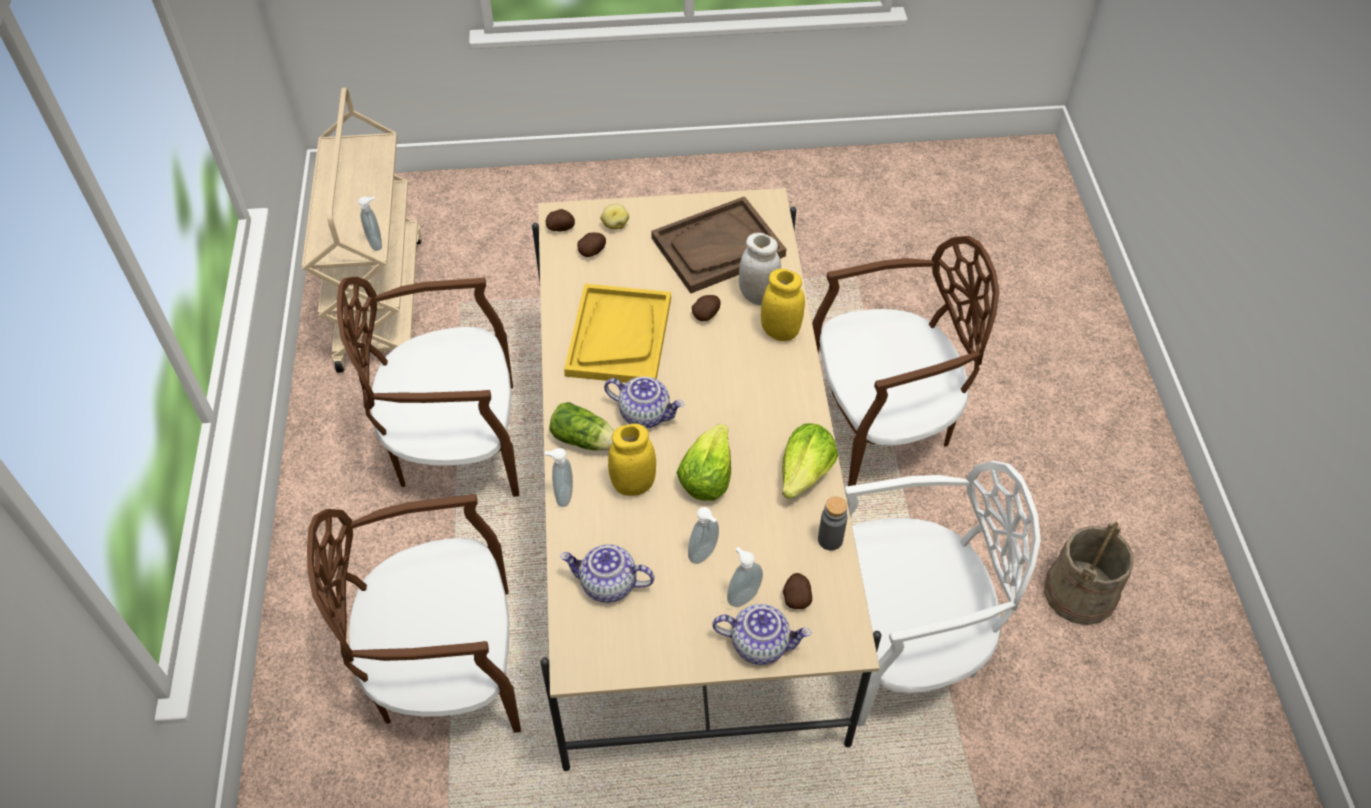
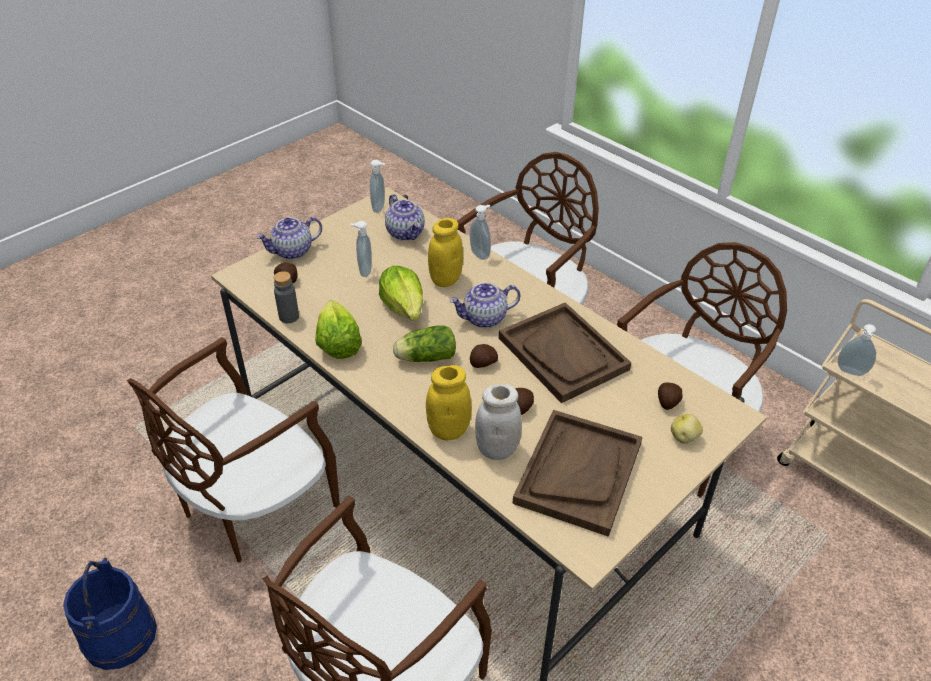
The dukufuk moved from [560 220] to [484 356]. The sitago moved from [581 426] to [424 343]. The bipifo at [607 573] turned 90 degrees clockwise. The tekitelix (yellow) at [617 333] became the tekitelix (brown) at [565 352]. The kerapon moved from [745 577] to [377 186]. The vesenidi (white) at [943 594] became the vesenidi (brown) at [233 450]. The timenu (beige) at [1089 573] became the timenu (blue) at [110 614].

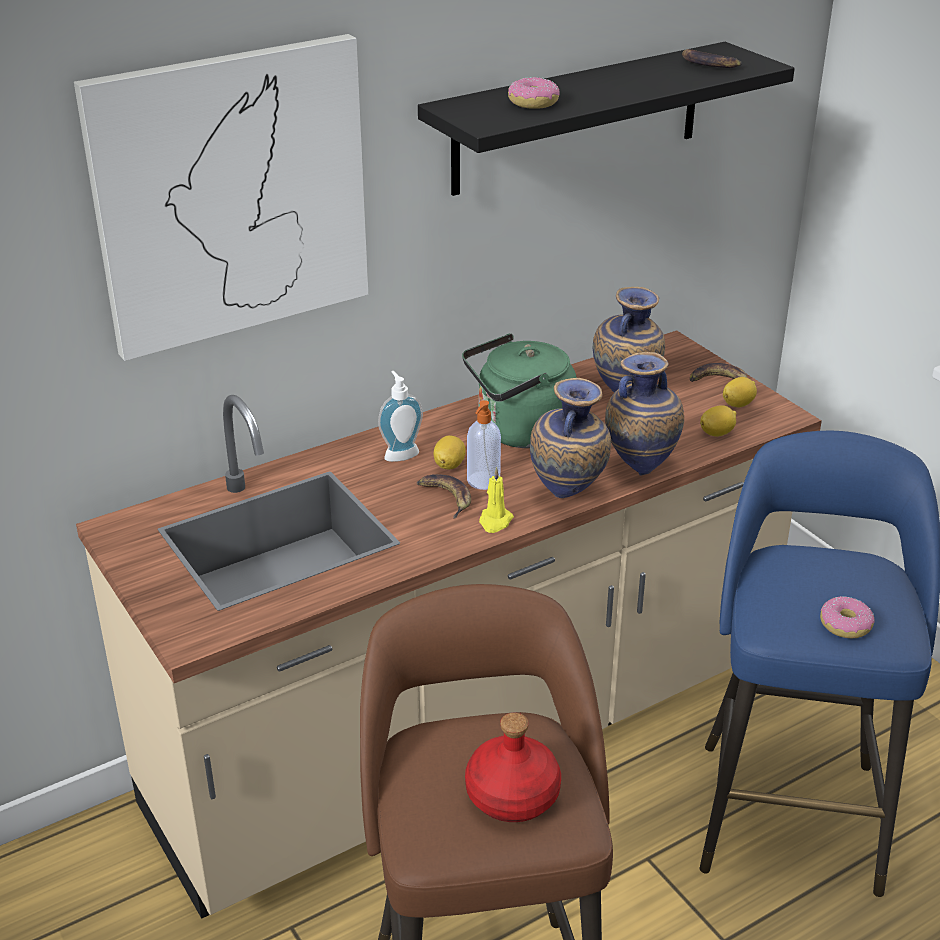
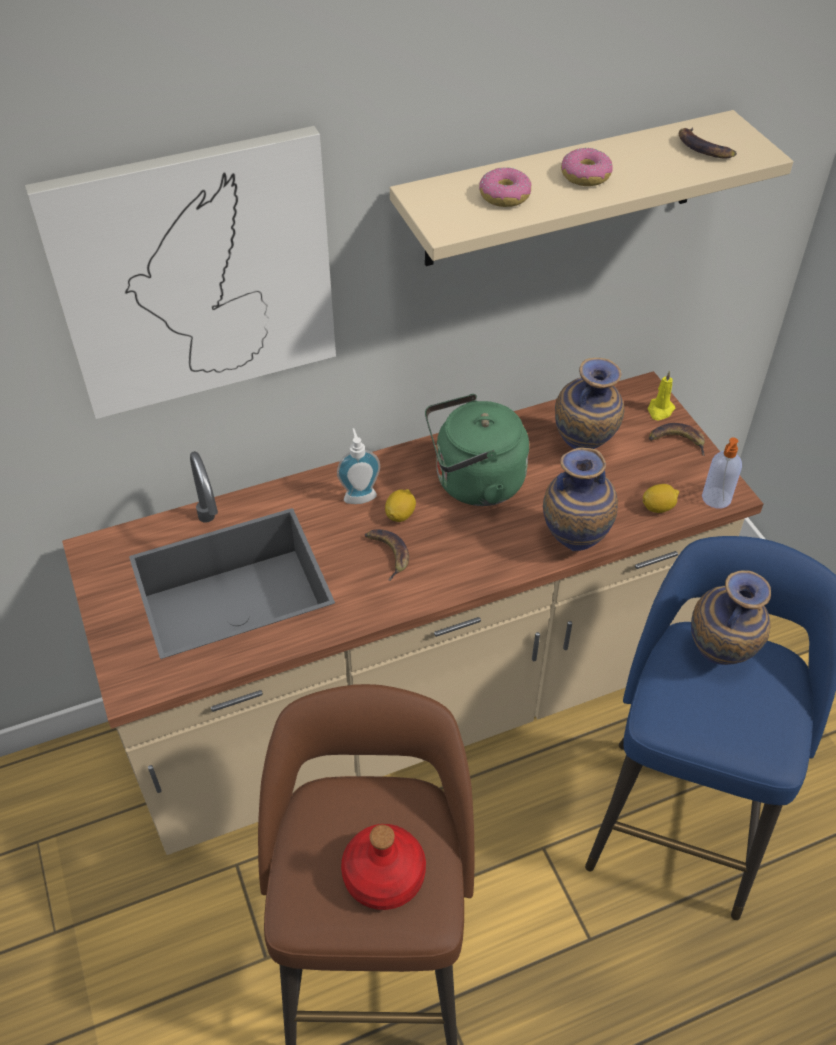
The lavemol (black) at [606 119] became the lavemol (beige) at [591 188]. The kerapon moved from [484 445] to [722 473]. The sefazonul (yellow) moved from [496 500] to [661 395]. The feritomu moved from [570 438] to [731 617]. The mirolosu at [740 392] disappeared. The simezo moved from [847 617] to [587 167].

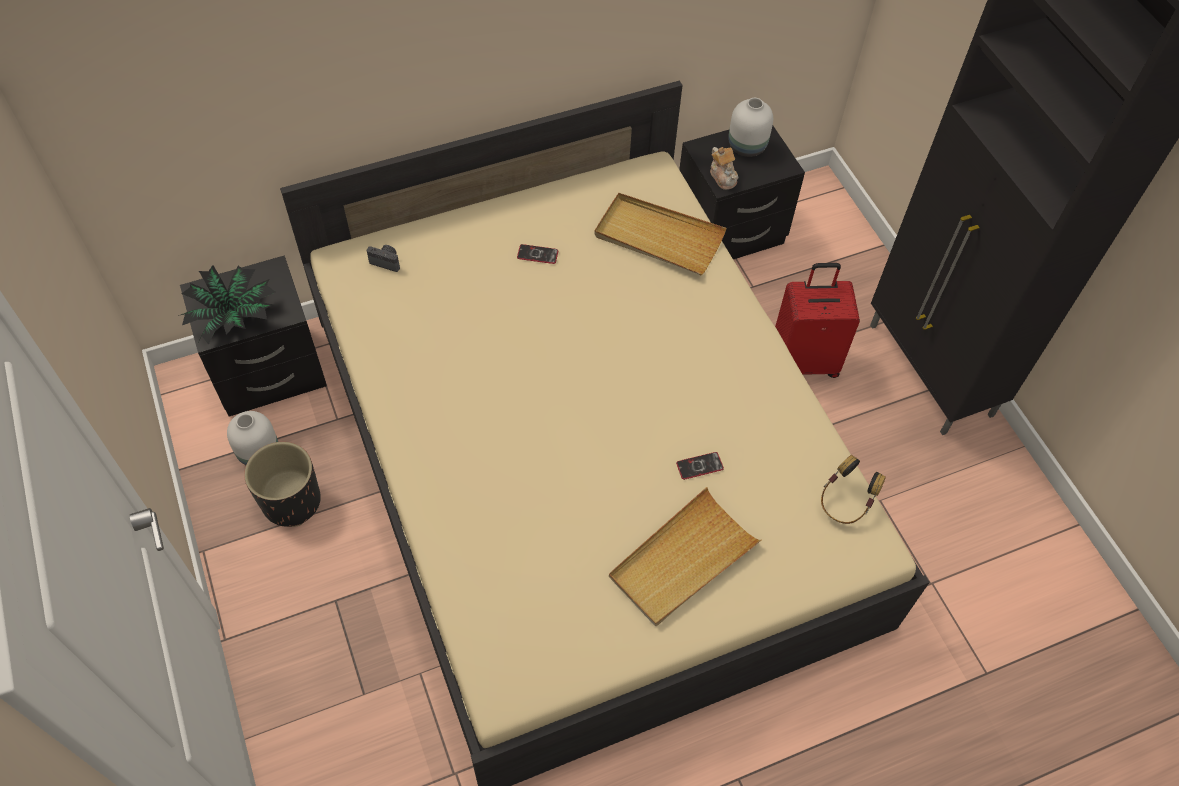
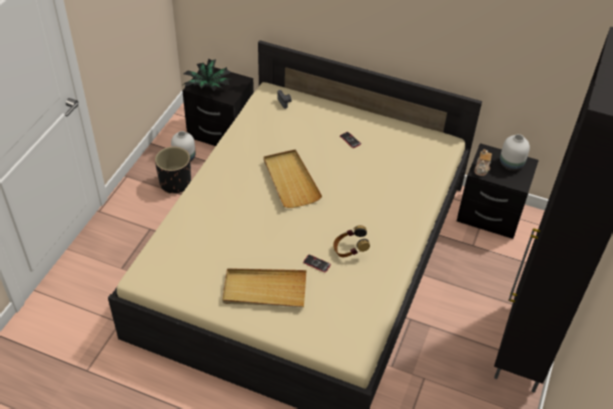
The tekitelix (beige) moved from [660 234] to [292 178]. The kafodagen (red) at [817 320] disappeared. The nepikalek moved from [853 489] to [351 241].

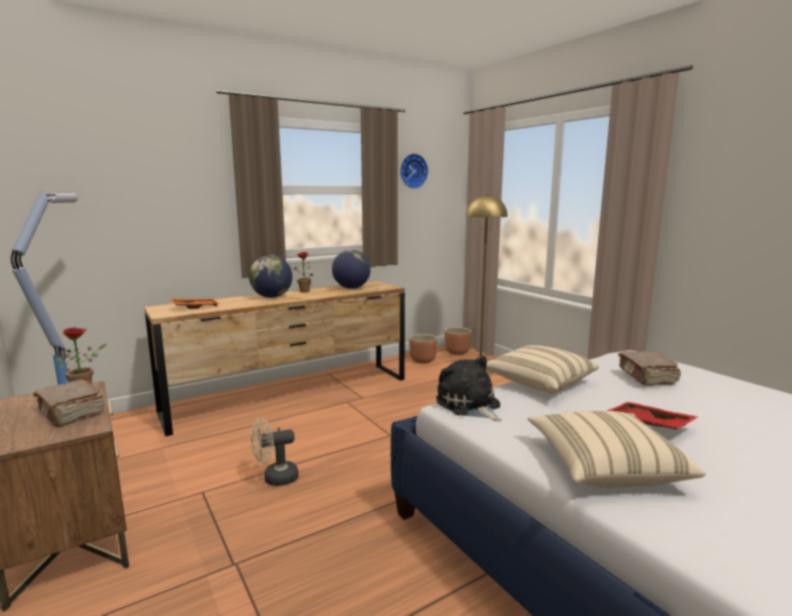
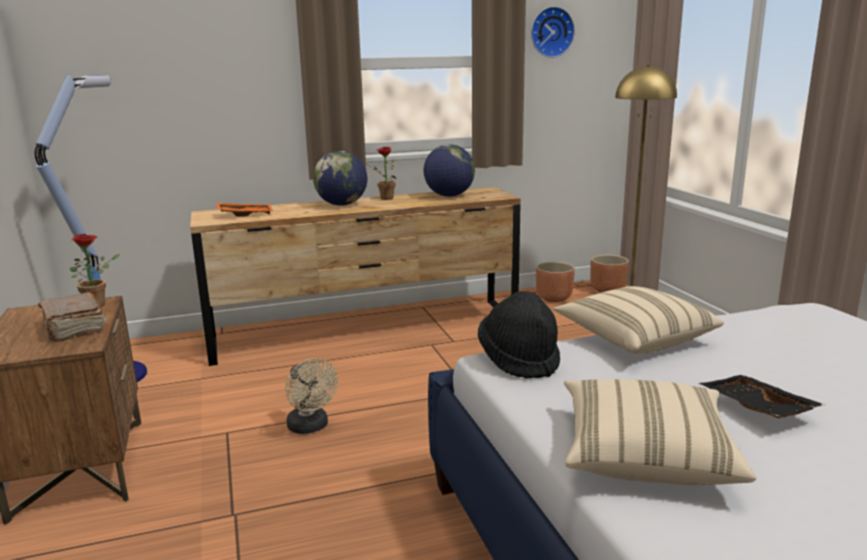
The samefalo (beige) at [275 452] turned 120 degrees counterclockwise. The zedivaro at [468 388] was replaced by the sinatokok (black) at [519 335]. The tekitelix (red) at [652 415] became the tekitelix (black) at [762 396]. The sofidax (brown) at [649 368] disappeared.

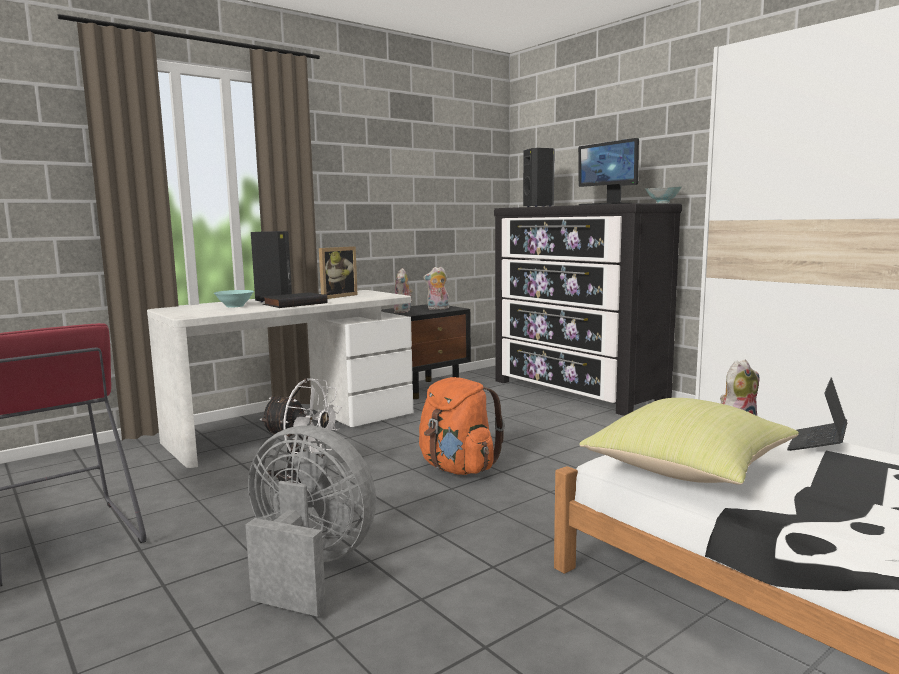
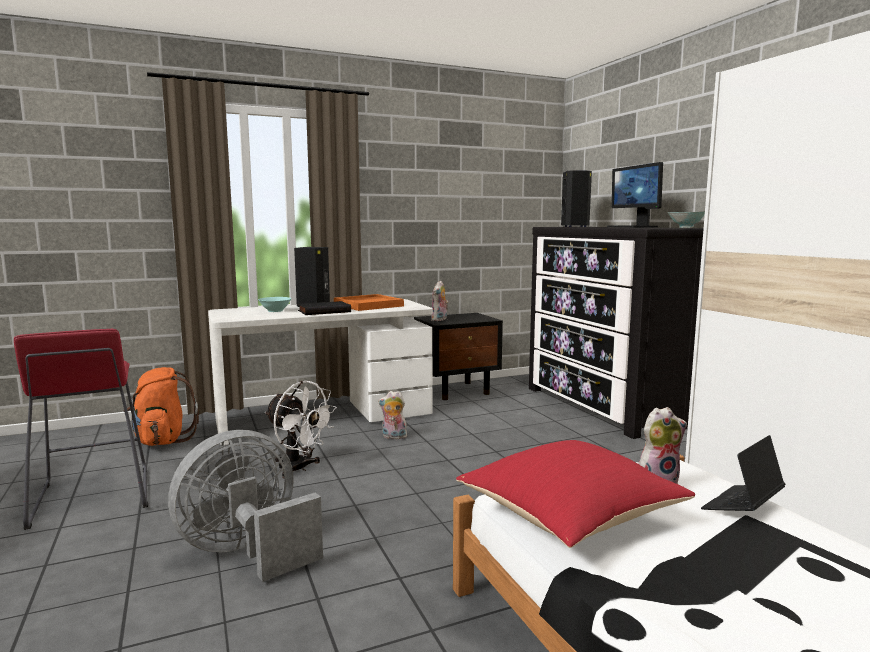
The samefalo (grey) at [310 521] turned 75 degrees counterclockwise. The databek at [338 272] was replaced by the tekitelix (orange) at [369 302]. The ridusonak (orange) moved from [462 426] to [161 406]. The zedivaro moved from [436 288] to [392 415]. The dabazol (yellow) at [689 441] became the dabazol (red) at [575 494].

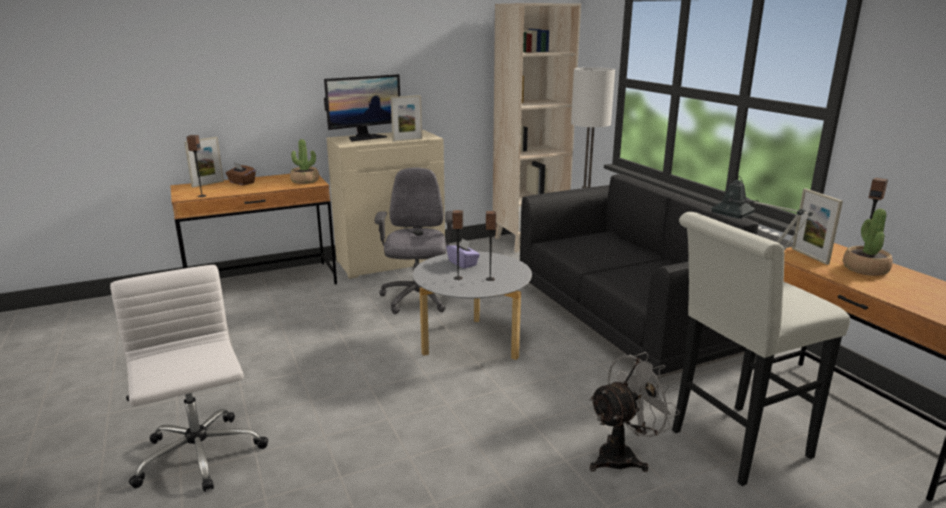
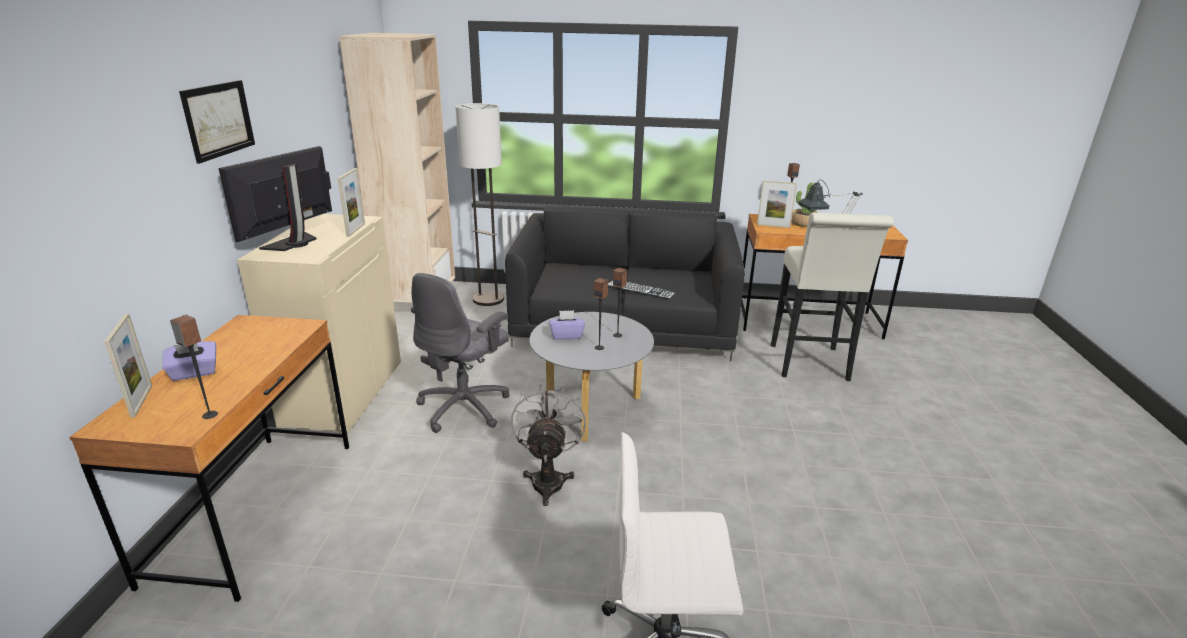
The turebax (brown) at [241 174] became the turebax (purple) at [189 361]. The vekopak at [304 161] disappeared. The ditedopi at [362 108] turned 150 degrees counterclockwise. The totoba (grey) at [414 241] turned 90 degrees counterclockwise. The samefalo (grey) moved from [634 412] to [548 445]. The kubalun at [217 122] appeared. The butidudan at [642 289] appeared.

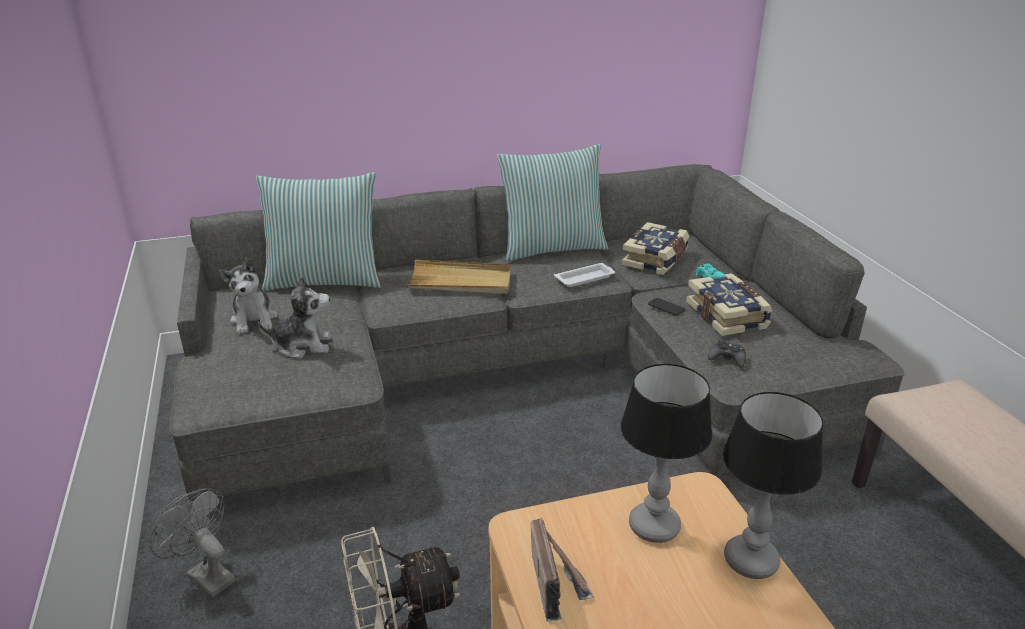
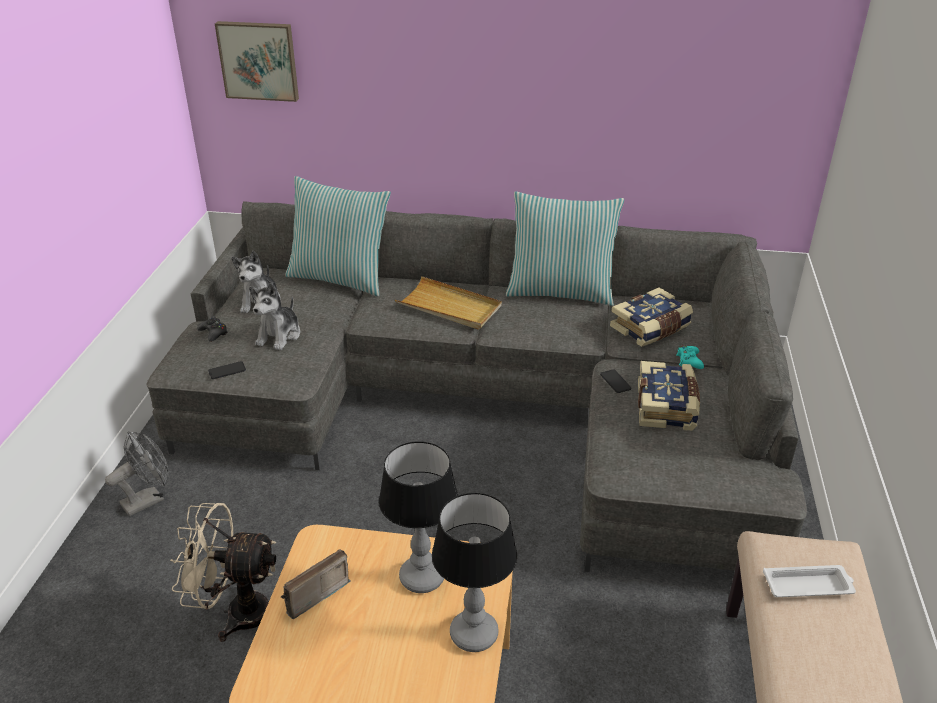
The samefalo (grey) at [192 542] turned 75 degrees clockwise. The zedivaro at [294 317] turned 90 degrees clockwise. The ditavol at [562 570] turned 150 degrees counterclockwise. The tekitelix (white) moved from [584 275] to [809 581]. The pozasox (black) moved from [727 353] to [212 329]. The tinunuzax at [227 370] appeared. The kubalun at [257 61] appeared.

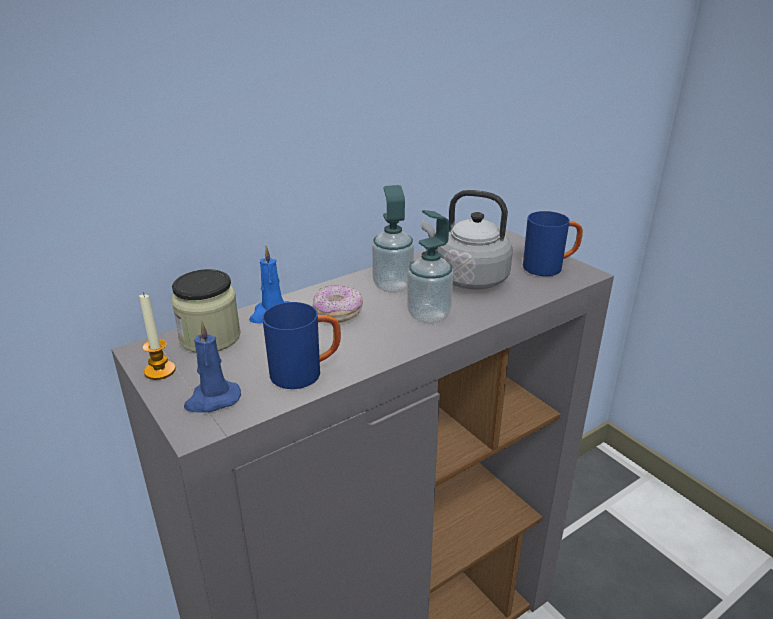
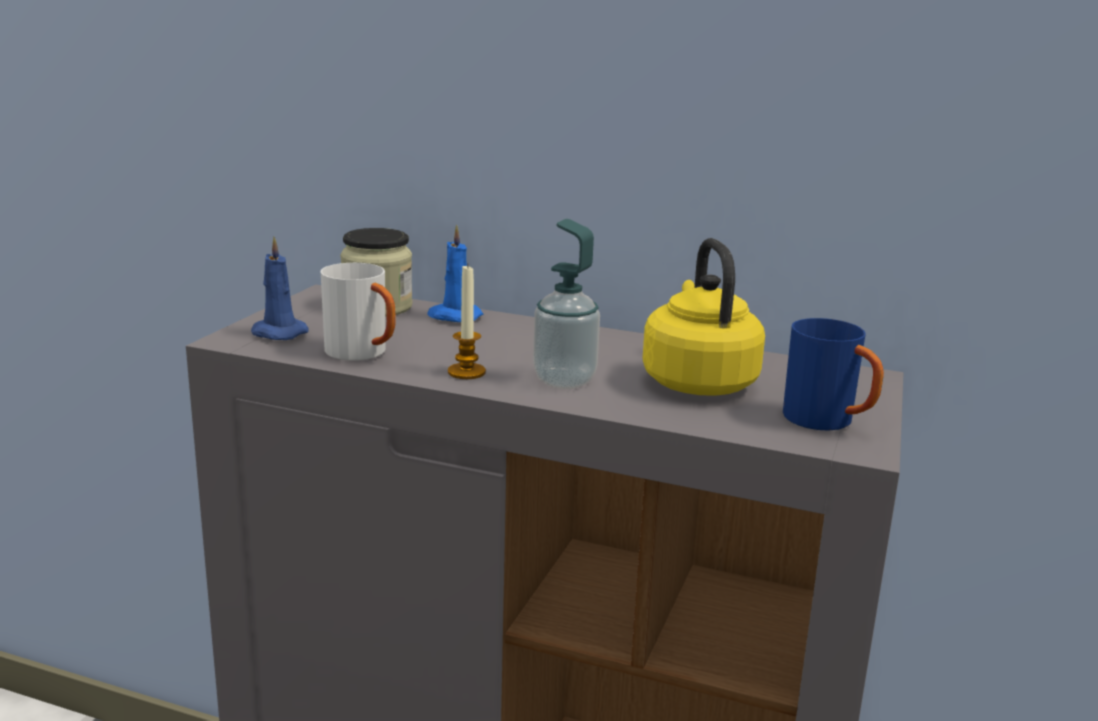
The sefazonul moved from [157 336] to [467 321]. The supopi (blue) at [301 345] became the supopi (white) at [358 312]. The simezo at [337 304] disappeared. The kerapon at [393 239] disappeared. The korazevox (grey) at [467 240] became the korazevox (yellow) at [703 317].

